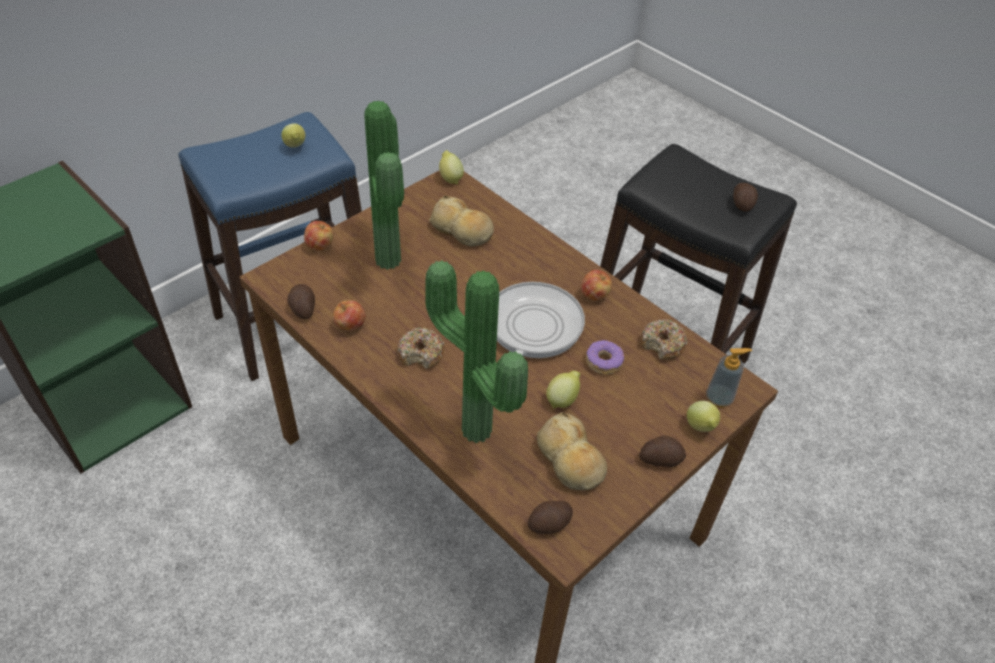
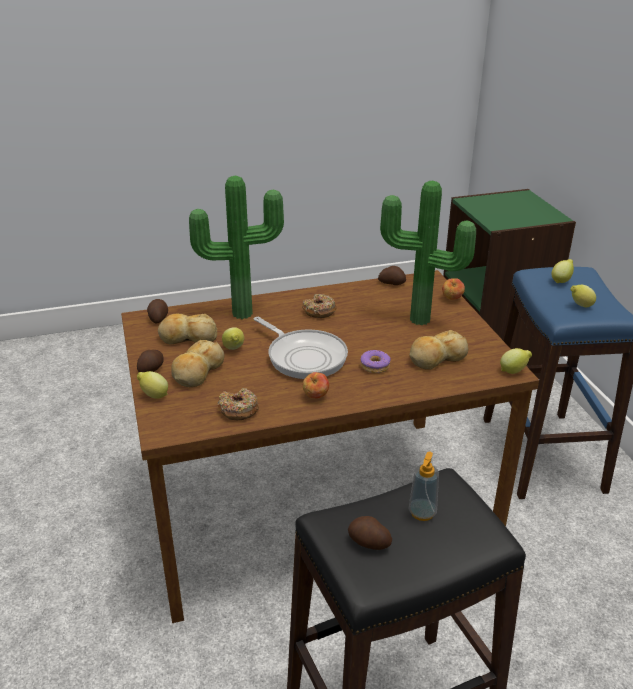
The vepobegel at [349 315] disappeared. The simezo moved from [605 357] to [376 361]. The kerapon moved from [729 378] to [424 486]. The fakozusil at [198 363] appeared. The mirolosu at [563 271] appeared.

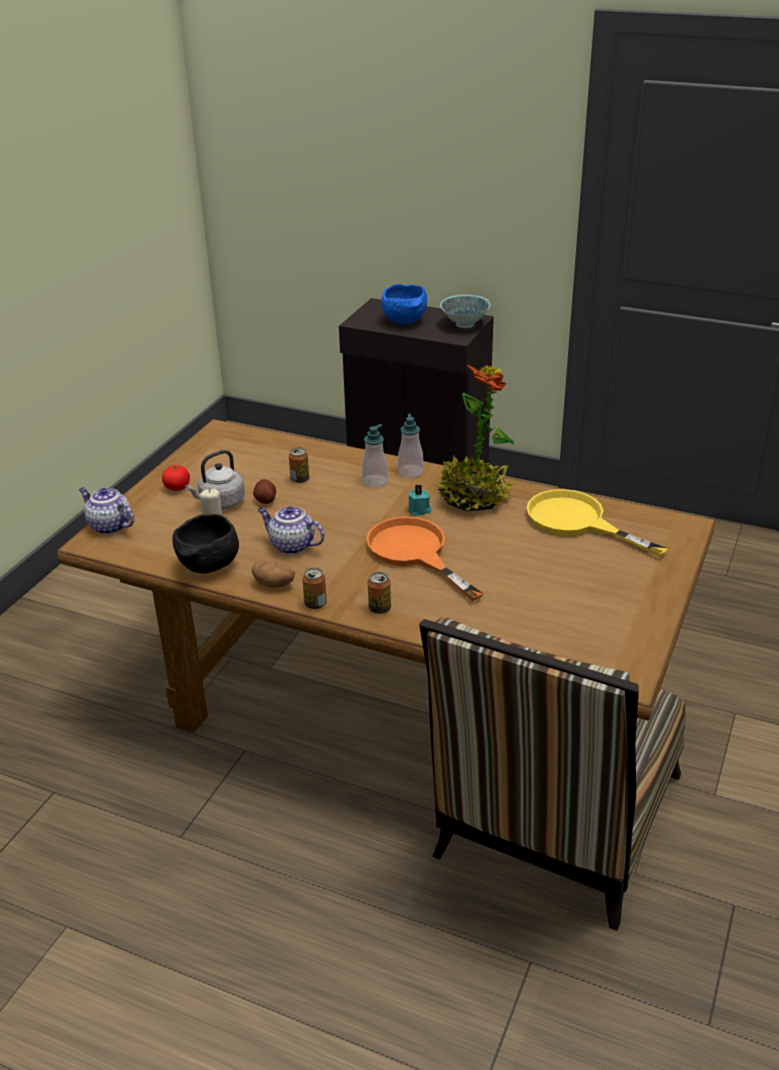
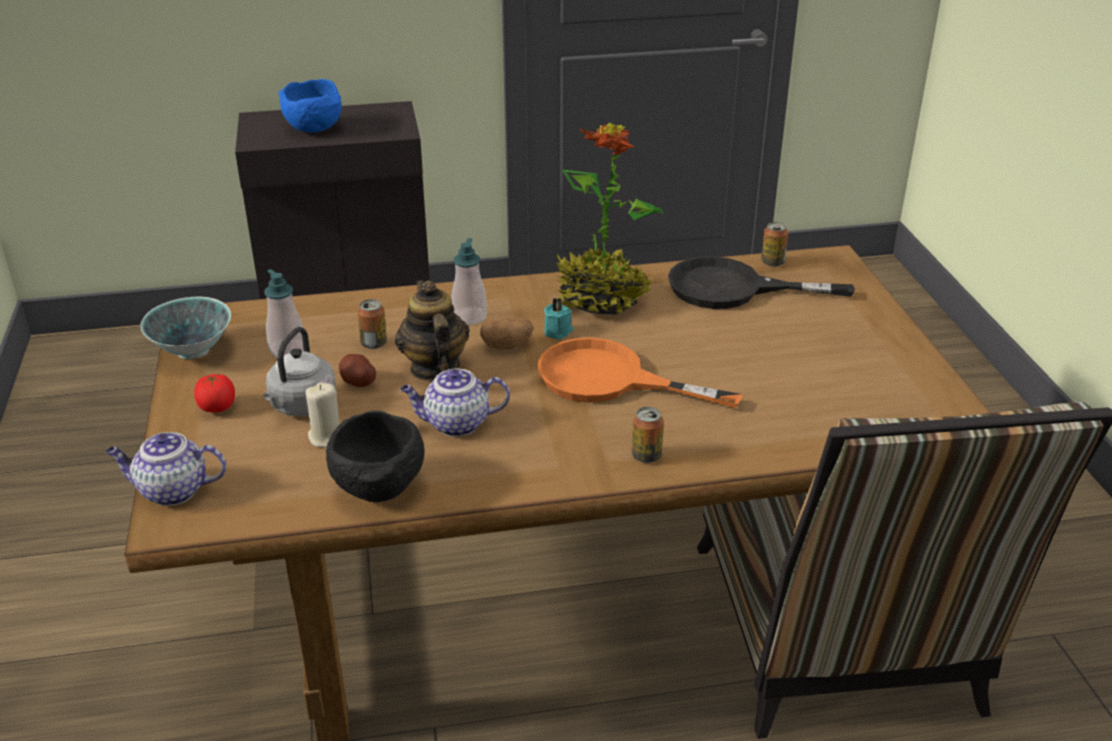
The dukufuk moved from [273 574] to [507 334]. The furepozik moved from [314 588] to [774 244]. The kerapon moved from [411 446] to [284 313]. The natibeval moved from [465 311] to [186 328]. The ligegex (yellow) at [597 523] became the ligegex (black) at [761 282]. The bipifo at [432 330] appeared.

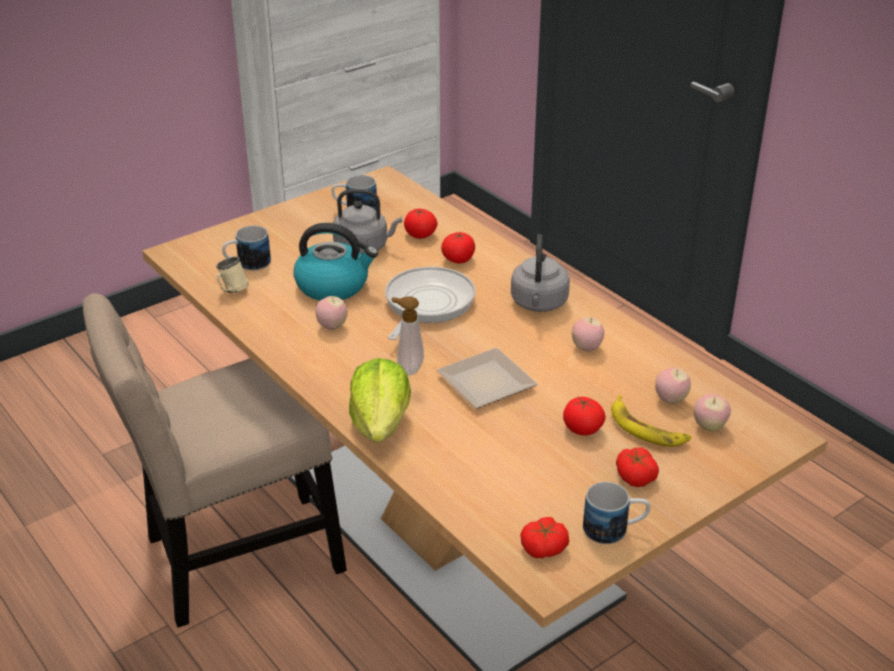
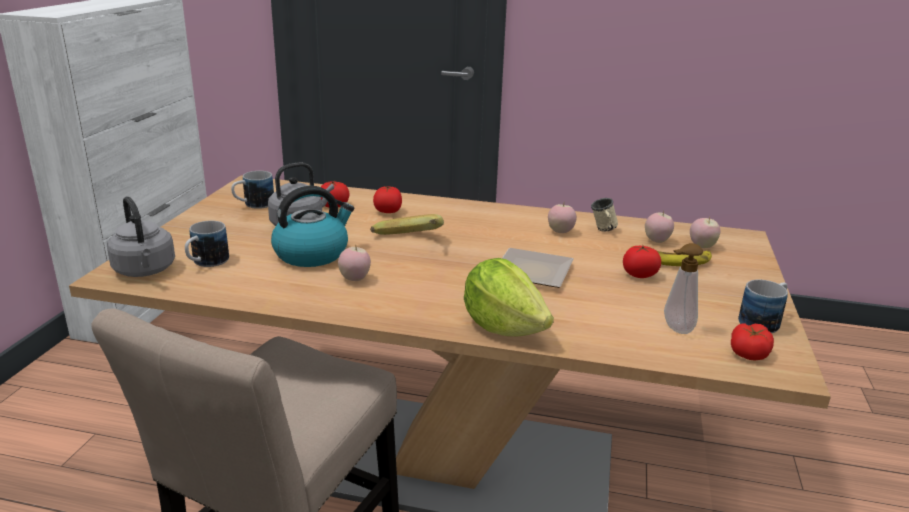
The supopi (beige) moved from [232 275] to [604 215]. The ligegex at [430 303] was replaced by the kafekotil at [407 224]. The kerapon moved from [407 336] to [683 288]. The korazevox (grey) moved from [540 273] to [141 237]. The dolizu at [637 467] disappeared.

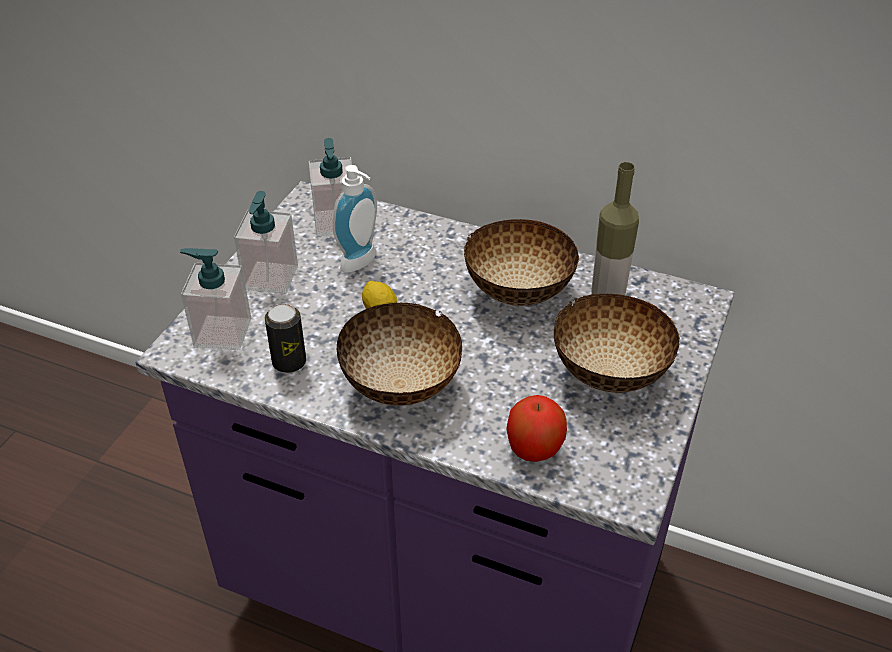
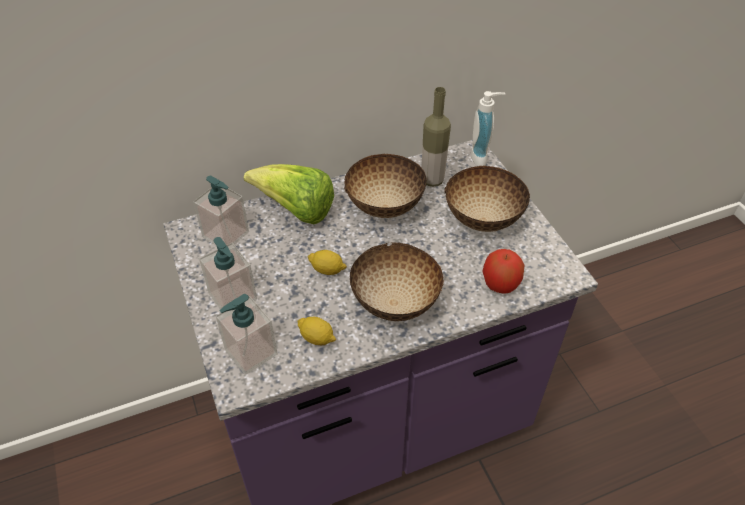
The furepozik at [285 338] was replaced by the mirolosu at [316 331]. The kerapon moved from [354 219] to [488 128]. The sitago at [289 194] appeared.

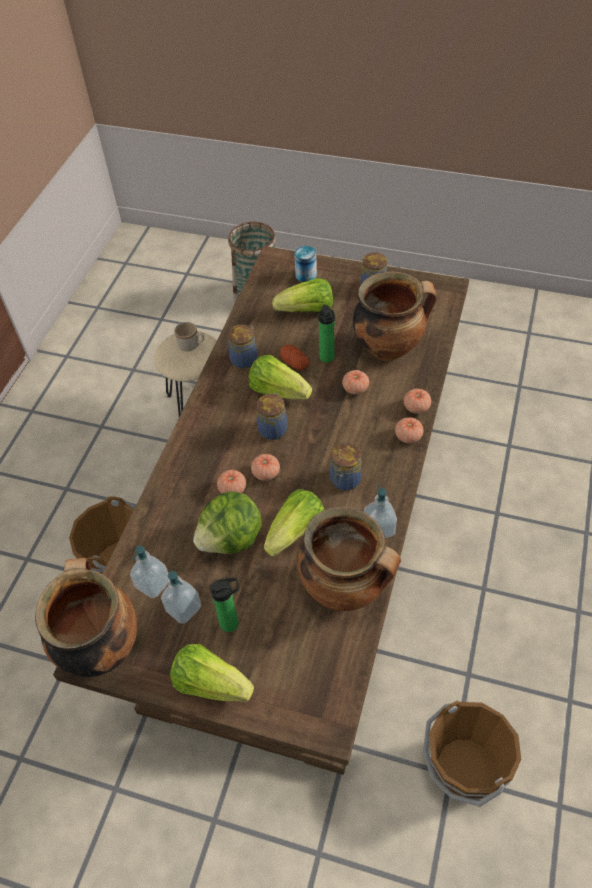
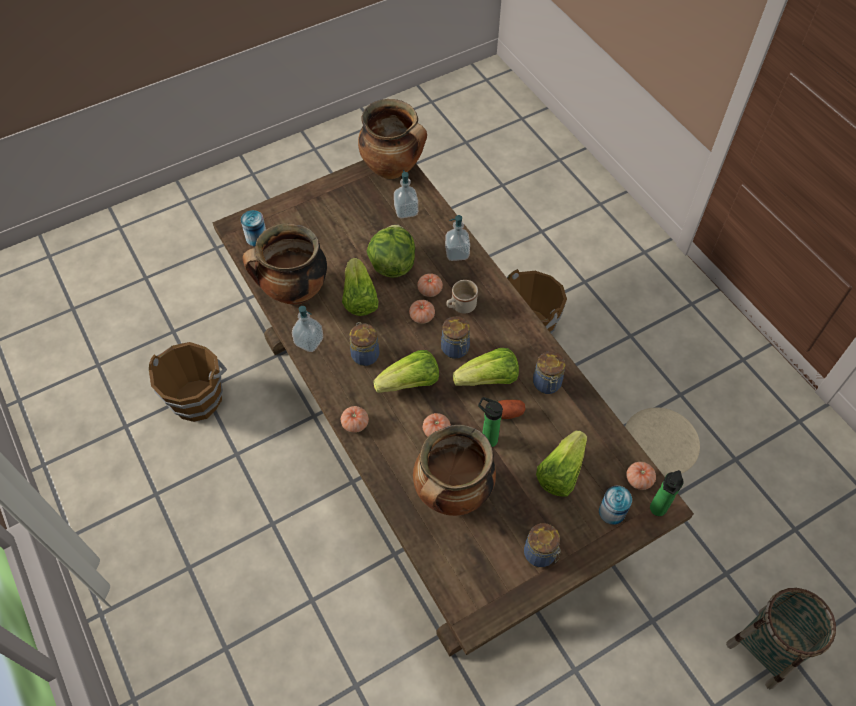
The kerapon moved from [181 597] to [457 238]. The sitago moved from [212 673] to [406 371]. The supopi (beige) moved from [189 336] to [462 297]. The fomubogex moved from [224 605] to [667 493]. The dolizu moved from [417 401] to [641 476]. The furepozik at [253 228] appeared.

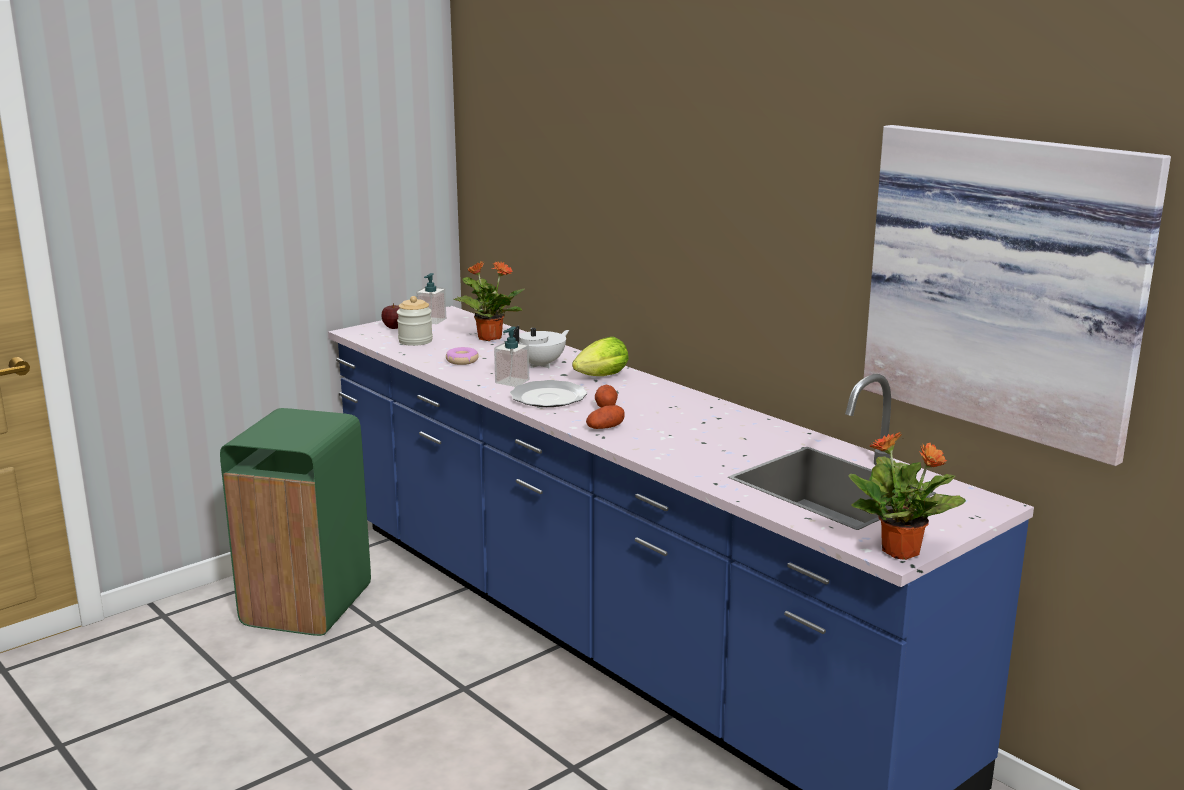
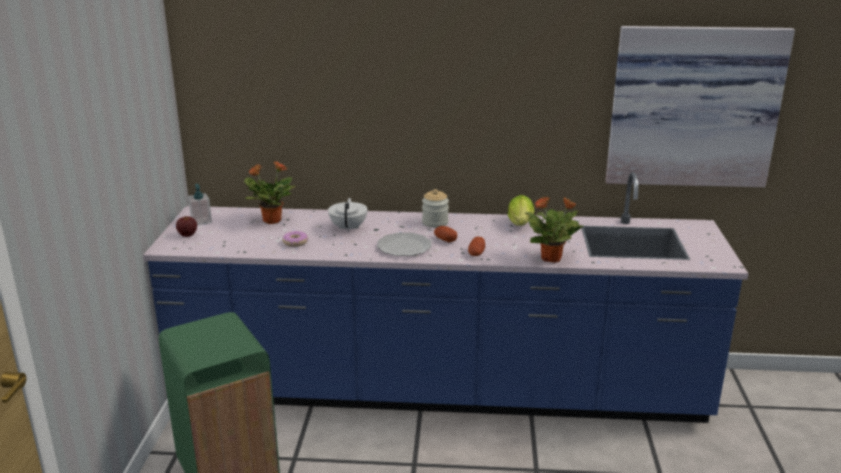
The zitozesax moved from [415 321] to [435 208]. The kerapon at [511 356] disappeared. The sitago moved from [600 356] to [521 210]. The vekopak moved from [907 496] to [554 229].

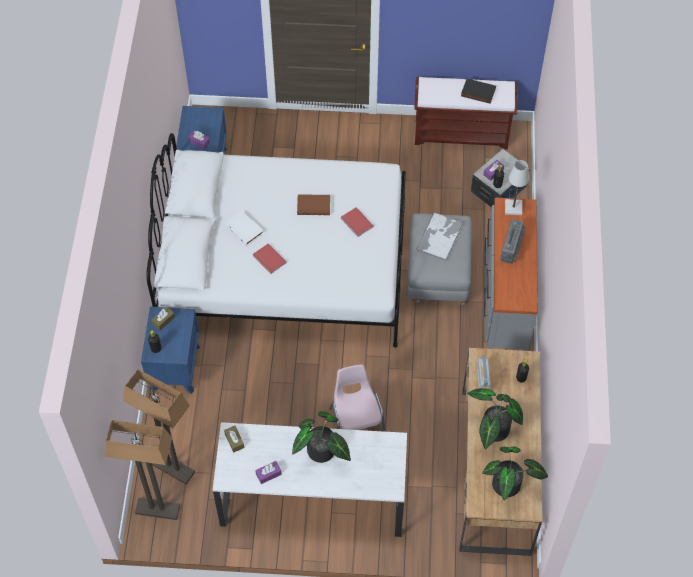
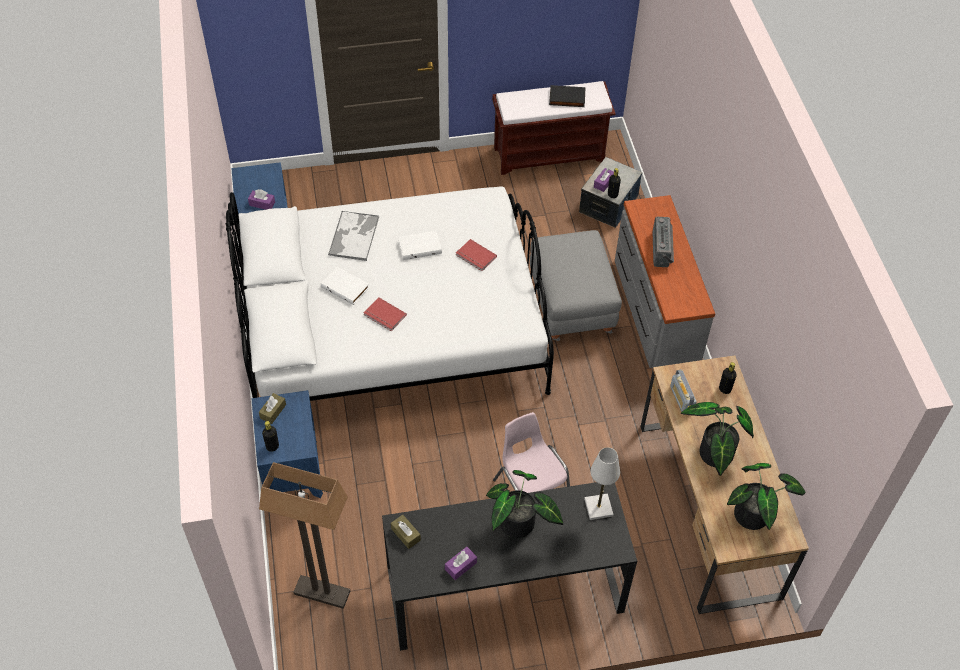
The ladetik at [142 470] disappeared. The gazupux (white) at [310 479] became the gazupux (black) at [509 566]. The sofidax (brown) at [313 204] became the sofidax (white) at [420 245]. The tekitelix moved from [440 236] to [353 236]. The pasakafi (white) moved from [517 187] to [602 483].

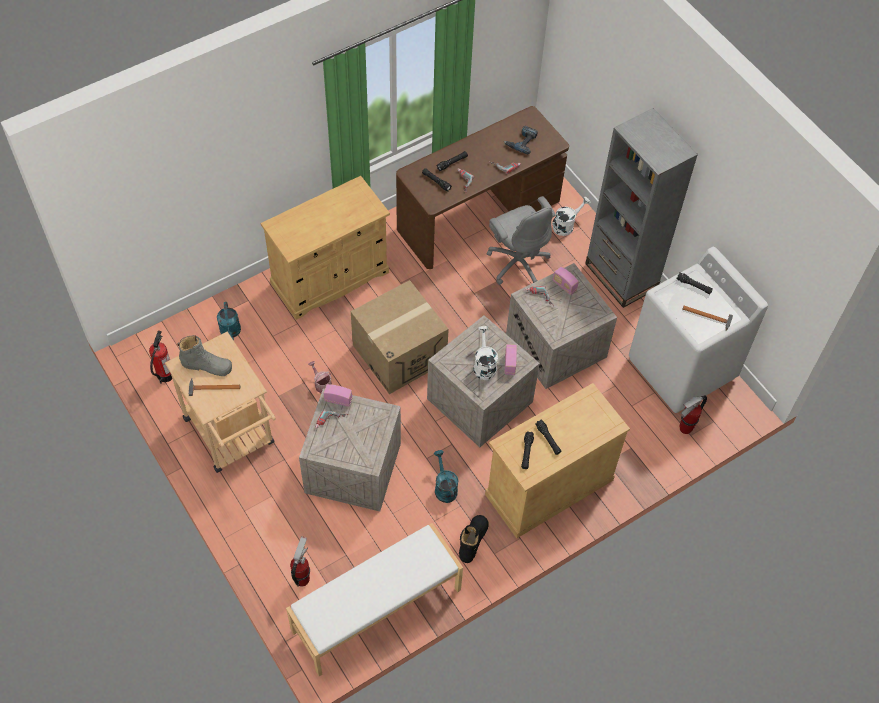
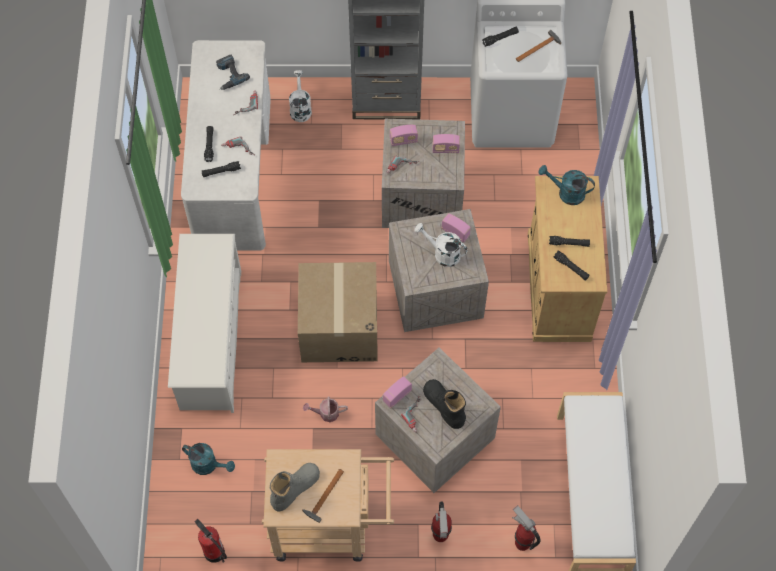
The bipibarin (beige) at [325 248] was replaced by the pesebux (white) at [204 323]. The gazupux (brown) at [482 187] became the gazupux (white) at [226 145]. The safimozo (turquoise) moved from [446 476] to [567 185]. The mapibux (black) moved from [474 539] to [444 404]. The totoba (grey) at [521 240] disappeared. The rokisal moved from [693 414] to [441 521]. The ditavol at [446 143] appeared.

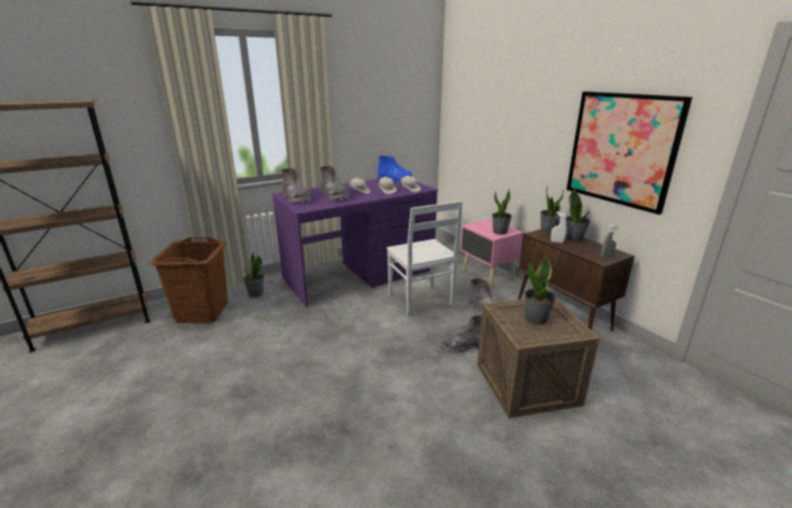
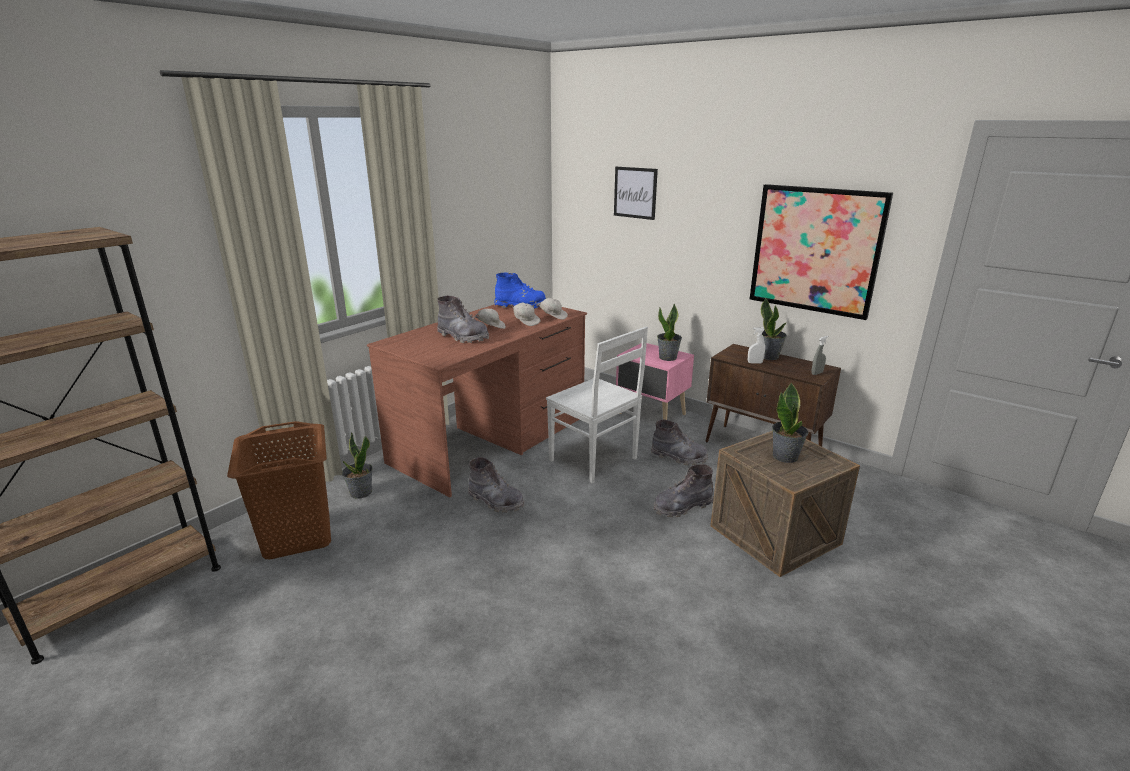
The gazupux (purple) at [354 243] became the gazupux (brown) at [477 400]. The mapibux (grey) moved from [297 185] to [496 485]. The vekopak at [552 210] disappeared. The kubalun at [636 193] appeared.

